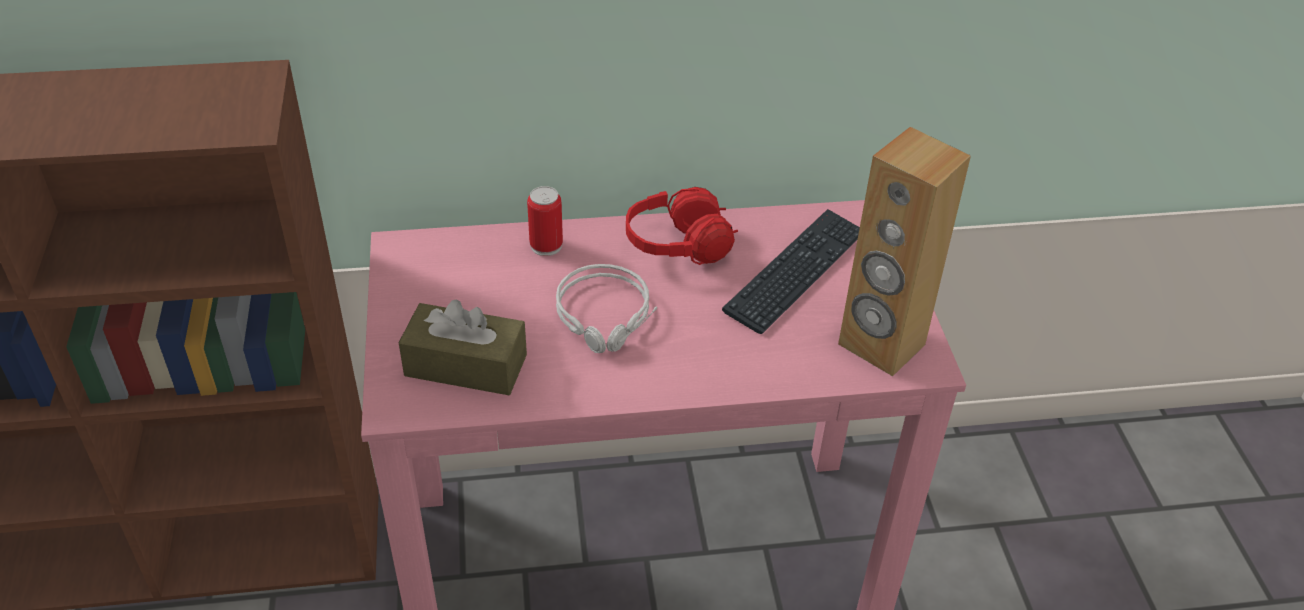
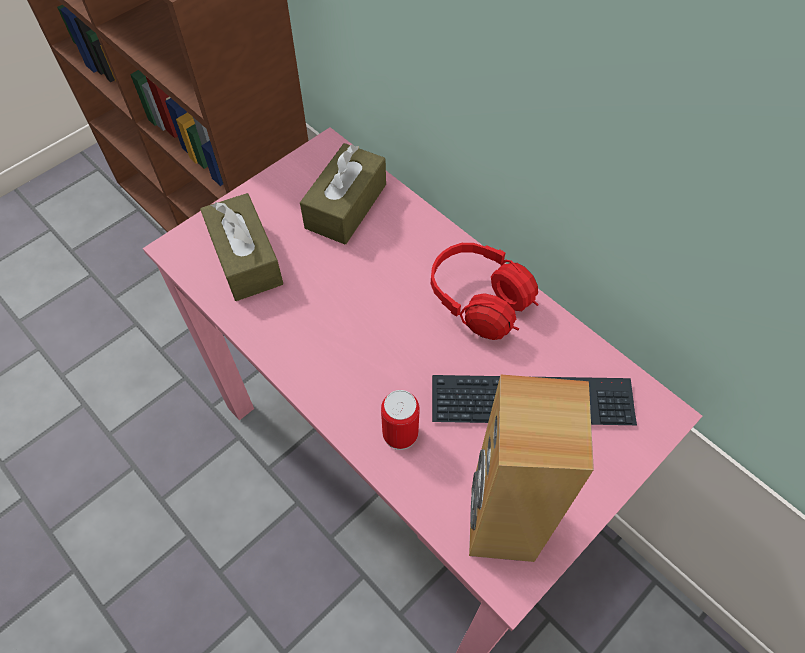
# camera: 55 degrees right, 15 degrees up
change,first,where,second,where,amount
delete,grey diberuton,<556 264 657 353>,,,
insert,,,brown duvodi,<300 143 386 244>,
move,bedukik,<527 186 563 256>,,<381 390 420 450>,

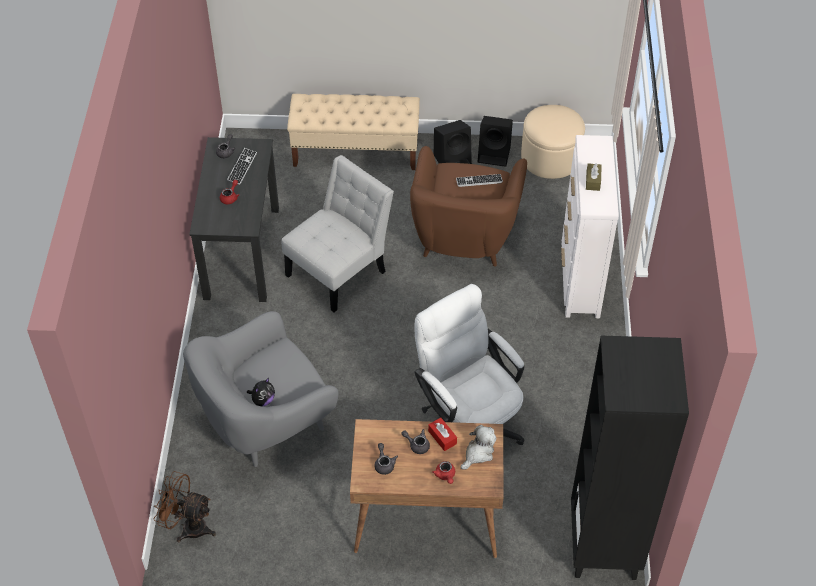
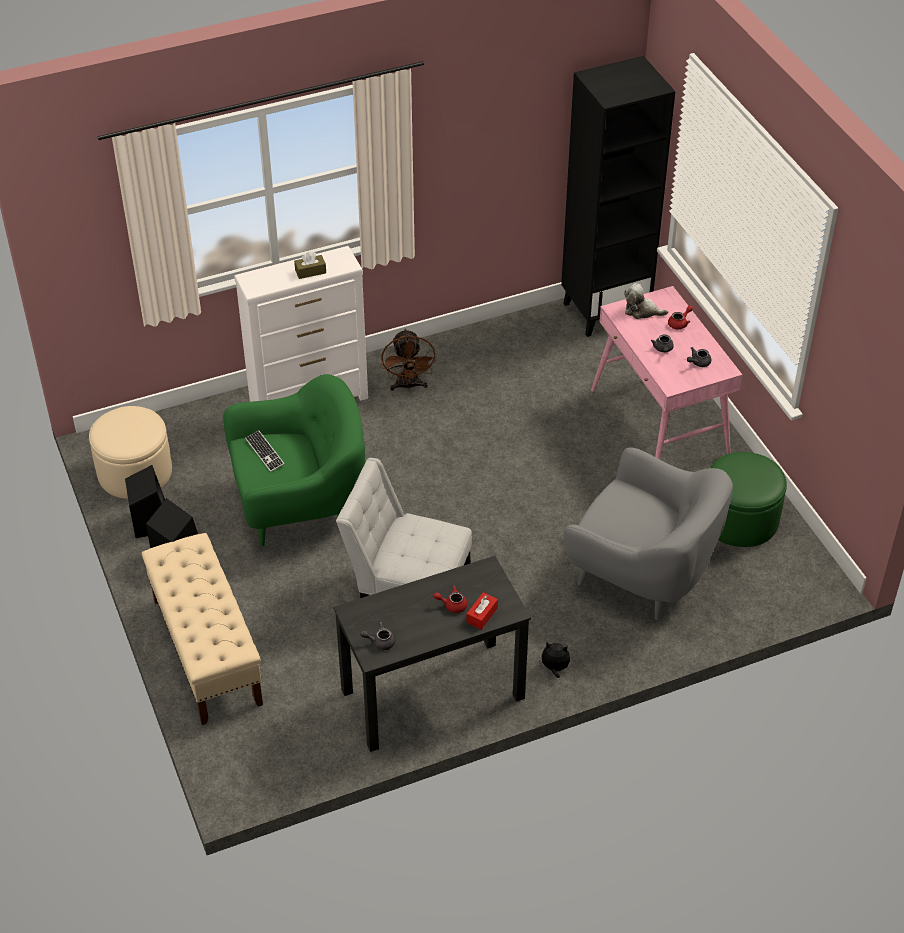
# camera: 115 degrees left, 5 degrees down
change,first,where,second,where,amount
delete,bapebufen,<227 148 257 185>,,,
delete,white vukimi,<414 284 524 445>,,,
insert,,,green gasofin,<710 452 787 547>,
move,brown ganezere,<154 471 216 543>,,<381 328 436 391>,
move,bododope,<247 377 275 406>,,<538 642 570 678>,
move,red duvodi,<428 418 457 451>,,<466 592 498 629>,
recolor,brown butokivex,<350 419 504 558>,pink butokivex,<591 286 742 459>,
recolor,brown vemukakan,<410 146 527 267>,green vemukakan,<223 374 365 546>,

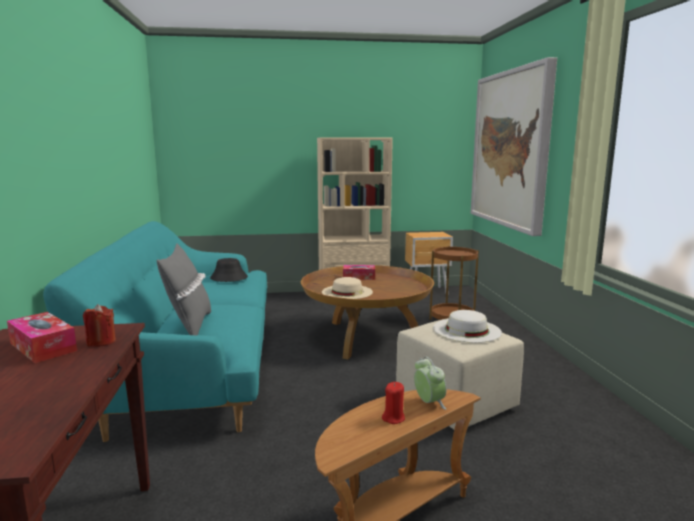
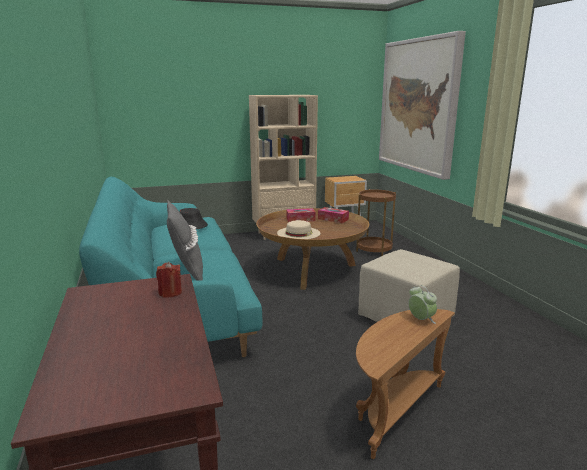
# camera: 10 degrees left, 5 degrees up
change,first,where,second,where,amount
delete,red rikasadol,<382 382 405 424>,,,
delete,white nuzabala,<433 310 502 343>,,,
move,duvodi,<7 312 77 363>,,<318 207 349 223>,

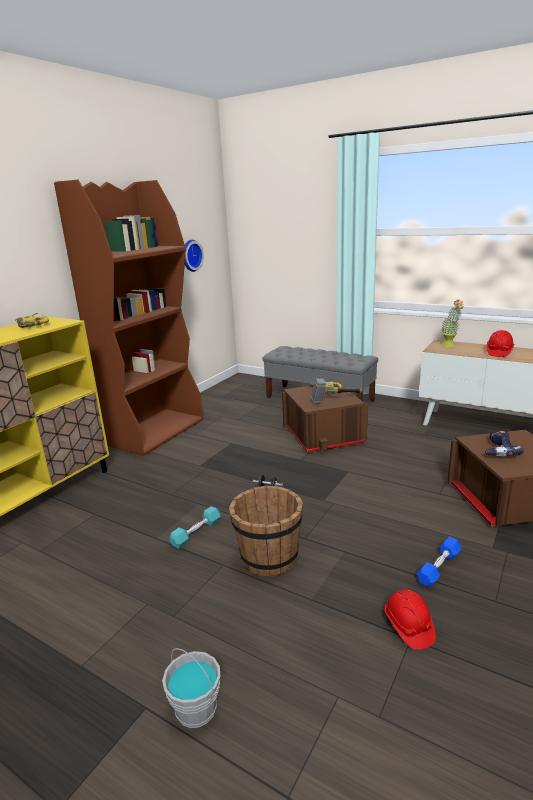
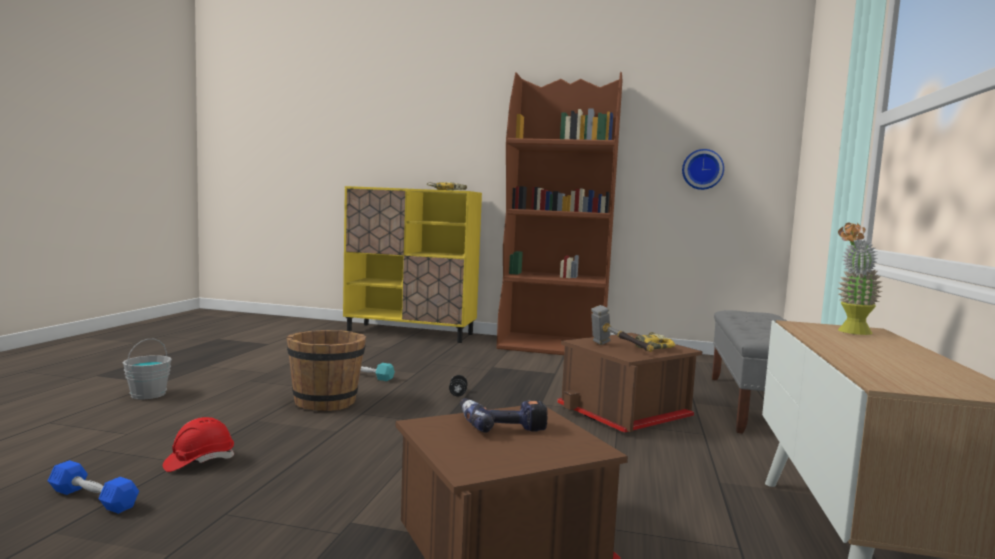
# camera: 70 degrees right, 15 degrees down
change,first,where,second,where,amount
delete,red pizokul,<487 330 514 357>,,,
move,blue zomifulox,<417 537 461 587>,,<48 460 139 514>,

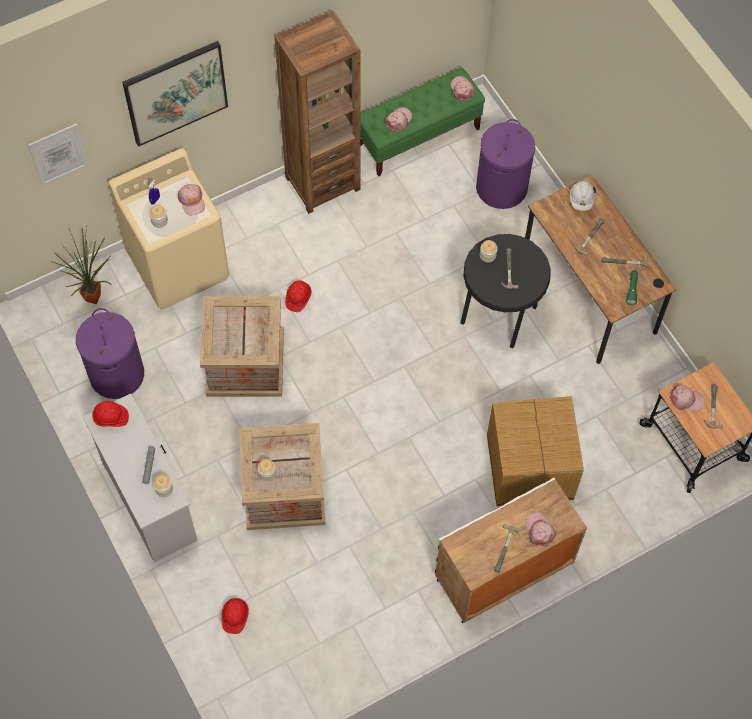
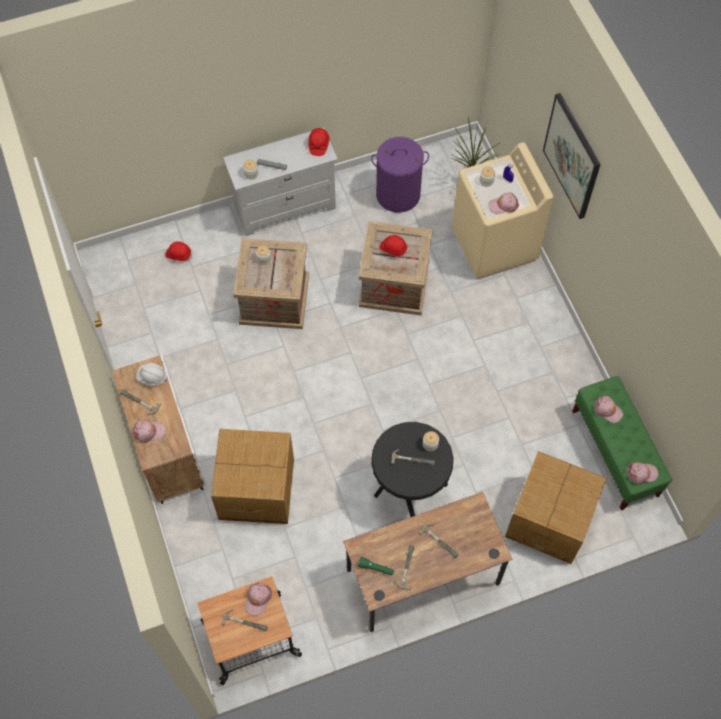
# camera: 100 degrees right, 0 degrees up
change,first,where,second,where,amount
delete,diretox,<28 123 89 186>,,,
delete,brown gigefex,<274 11 360 214>,,,
move,red pizokul,<285 281 312 312>,,<379 235 407 258>,
move,white pizokul,<570 181 595 211>,,<136 363 168 386>,
replace,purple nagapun,<476 119 535 209>,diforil,<505 451 607 564>,

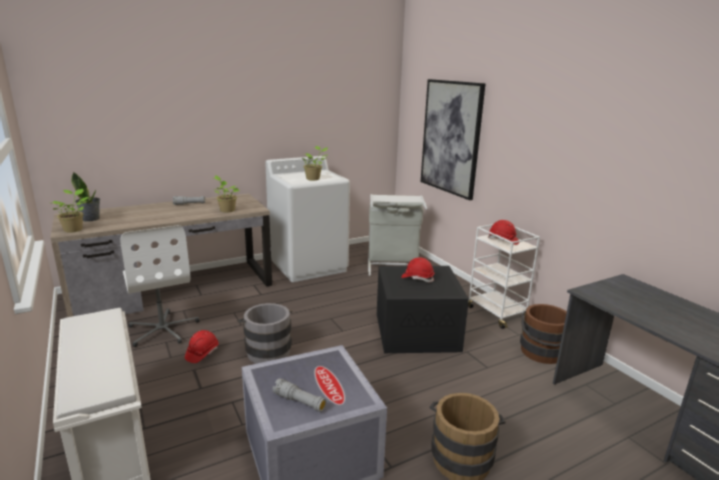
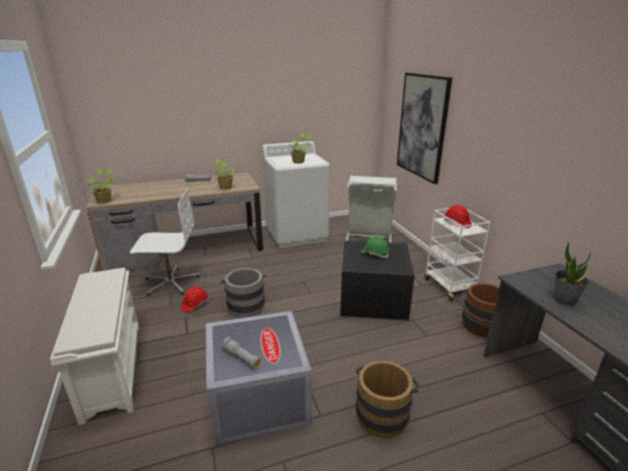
# camera: 10 degrees right, 5 degrees up
change,first,where,second,where,amount
move,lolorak,<71 172 100 222>,,<553 242 591 306>,
recolor,red pizokul,<401 257 434 282>,green pizokul,<361 236 389 258>,
rotate,white vukimi,<120 225 200 347>,,<130 188 200 296>,75 degrees counterclockwise

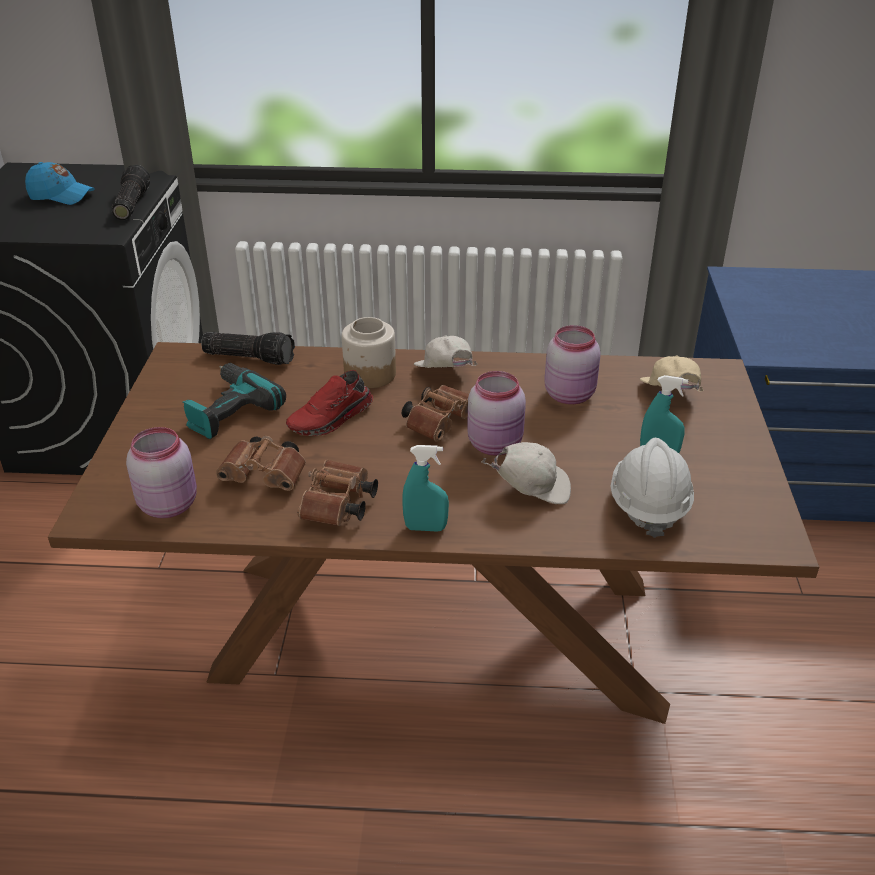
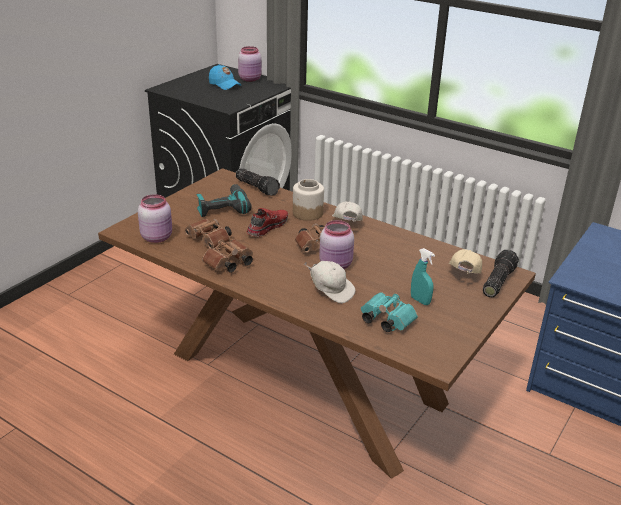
# camera: 30 degrees right, 5 degrees down
change,first,where,second,where,amount
delete,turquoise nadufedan,<402 445 449 532>,,,
move,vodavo,<112 165 150 220>,,<483 250 519 297>,
move,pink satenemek,<544 325 601 404>,,<238 46 262 82>,
replace,white pizokul,<610 438 694 538>,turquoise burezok,<361 292 418 332>,
rotate,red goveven,<286 370 373 436>,,<247 208 288 237>,135 degrees clockwise

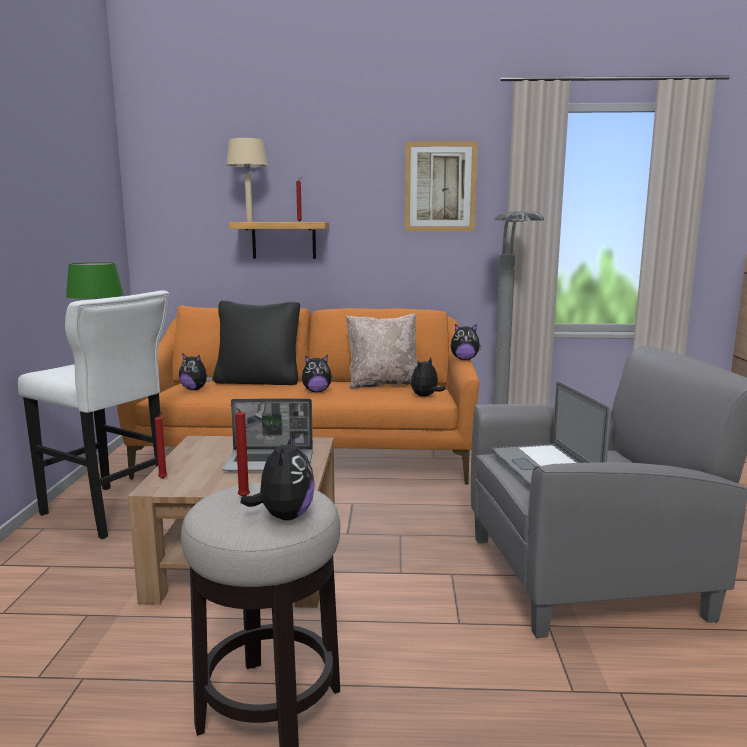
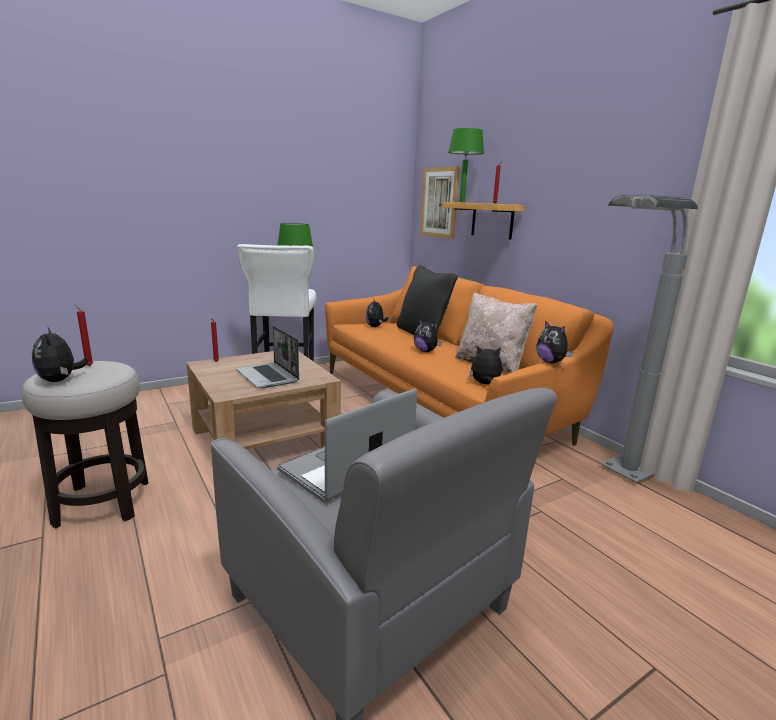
# camera: 55 degrees right, 5 degrees up
change,first,where,second,where,amount
move,diretox,<405 141 478 231>,,<420 166 460 239>,
recolor,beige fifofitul,<226 138 268 222>,green fifofitul,<448 128 484 202>,
rotate,bododope,<241 433 315 520>,,<32 326 88 382>,90 degrees clockwise

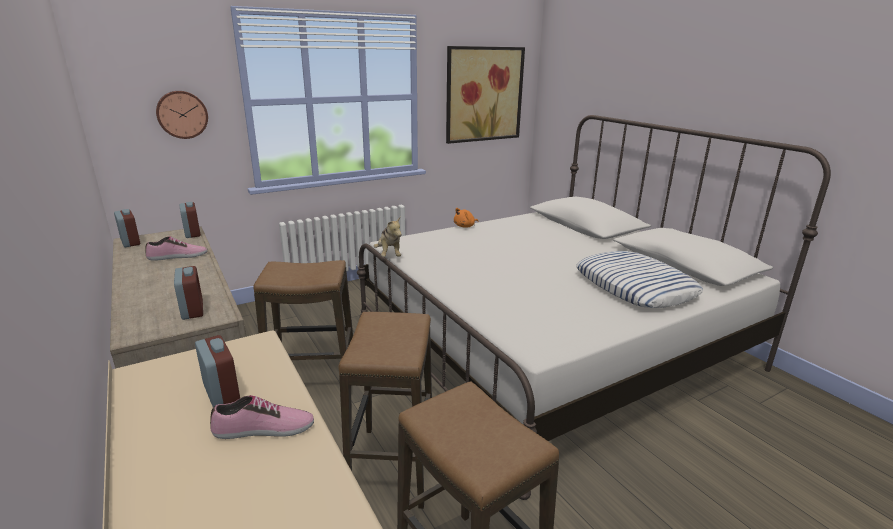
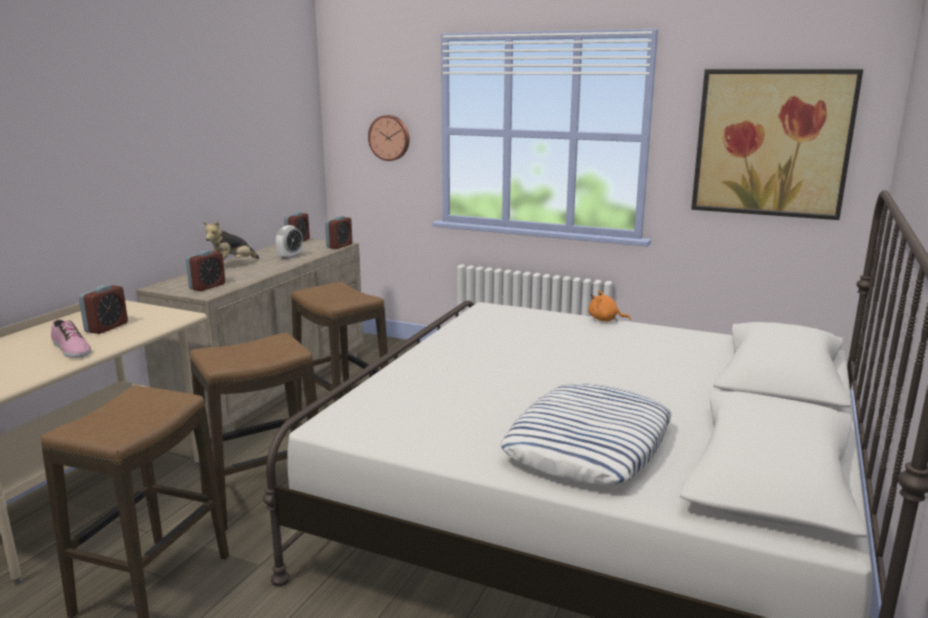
# camera: 55 degrees right, 5 degrees down
change,first,where,second,where,amount
move,bododope,<374 217 402 257>,,<203 221 259 260>,
replace,goveven,<145 236 207 261>,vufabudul,<276 225 303 259>,

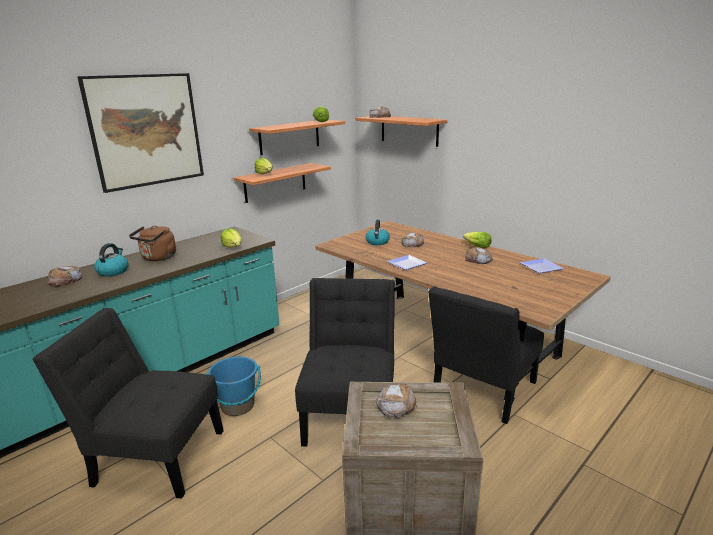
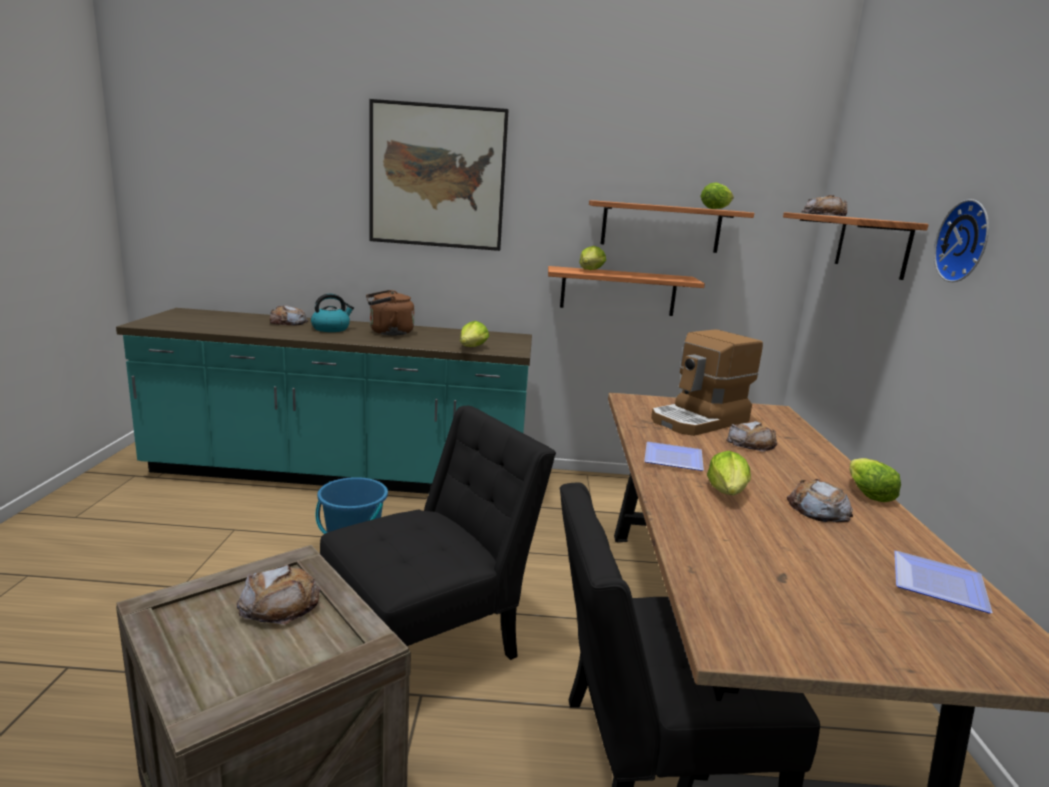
# camera: 45 degrees right, 5 degrees down
change,first,where,second,where,amount
delete,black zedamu,<32 308 224 499>,,,
insert,,,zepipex,<707 451 751 495>,
insert,,,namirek,<934 199 989 282>,
replace,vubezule,<366 220 390 245>,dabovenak,<651 330 763 436>,

